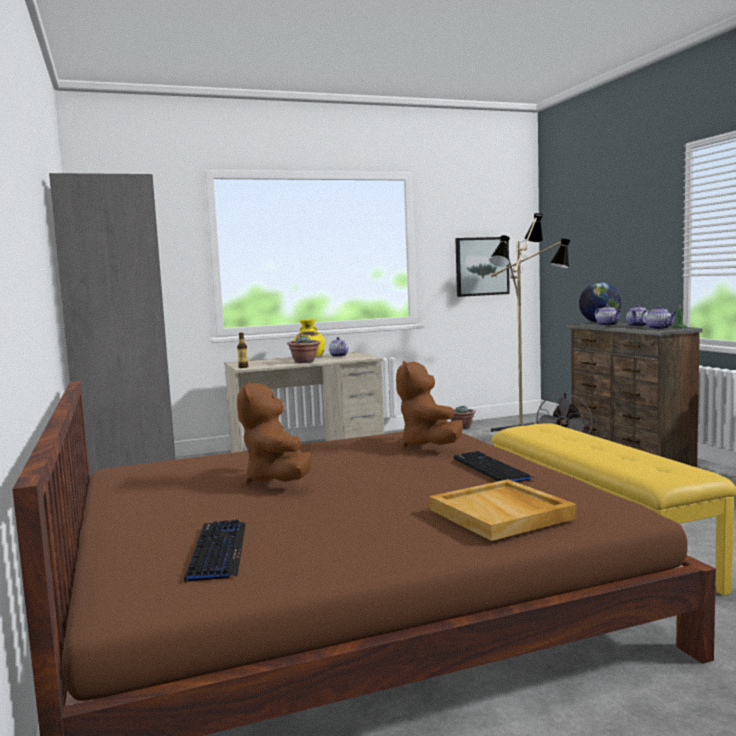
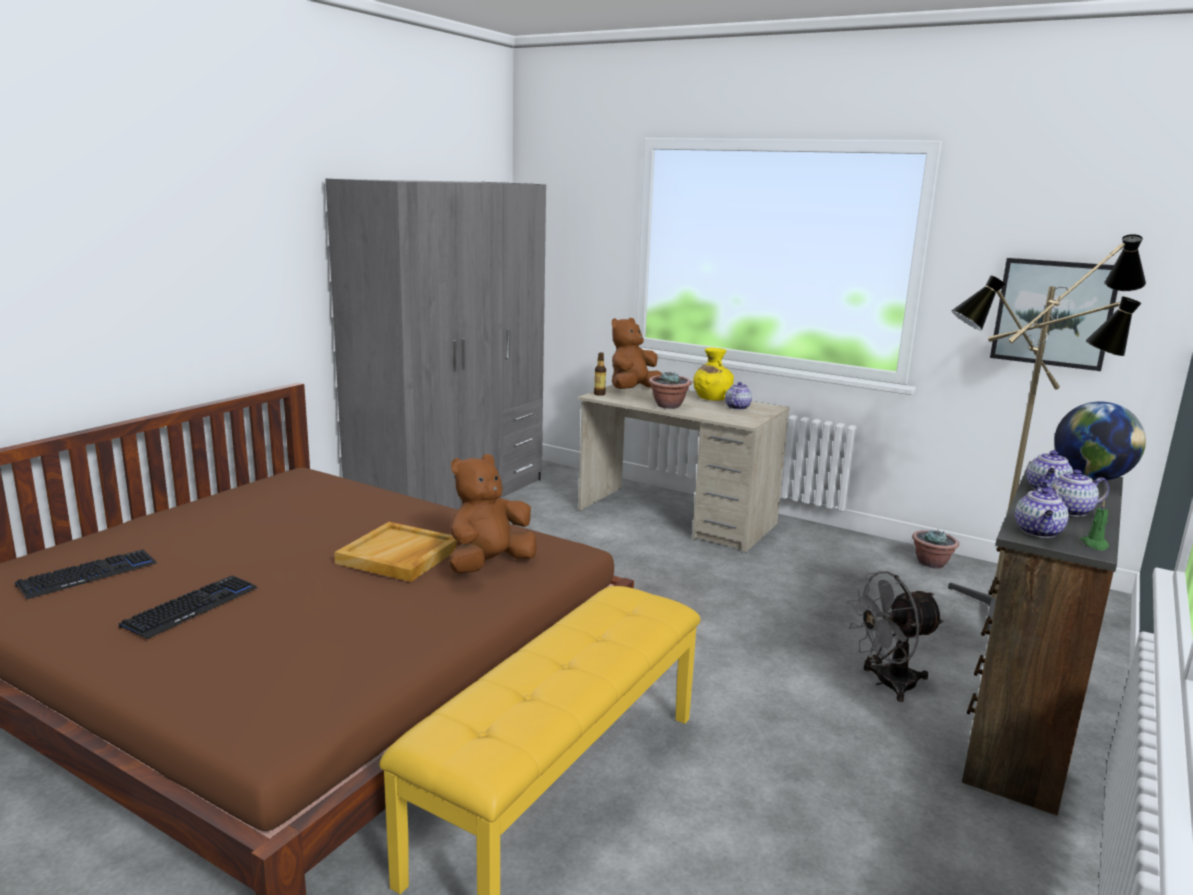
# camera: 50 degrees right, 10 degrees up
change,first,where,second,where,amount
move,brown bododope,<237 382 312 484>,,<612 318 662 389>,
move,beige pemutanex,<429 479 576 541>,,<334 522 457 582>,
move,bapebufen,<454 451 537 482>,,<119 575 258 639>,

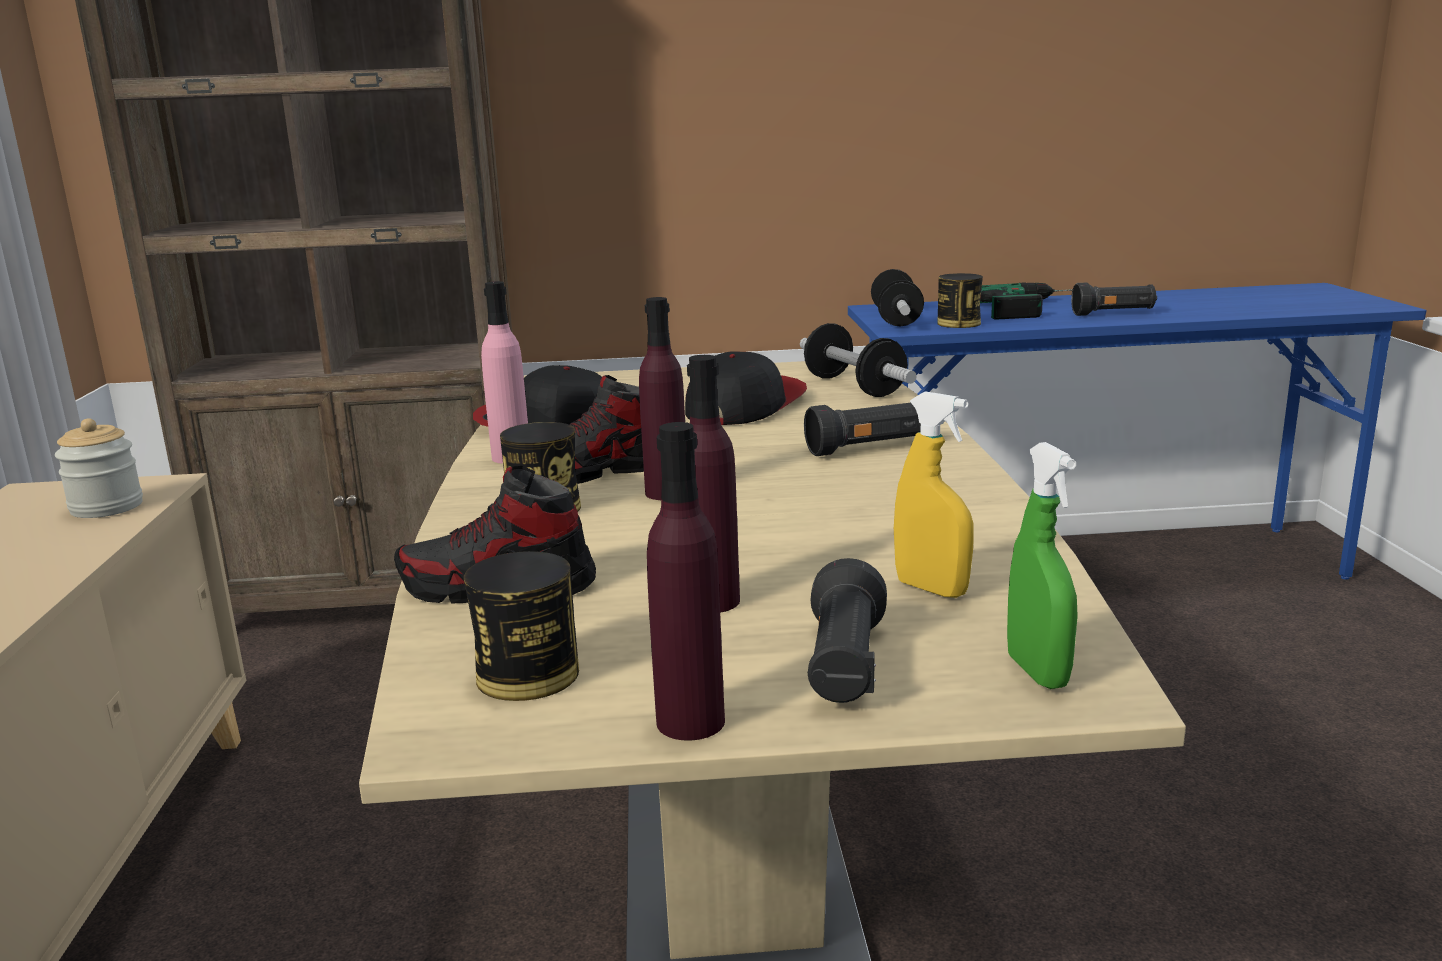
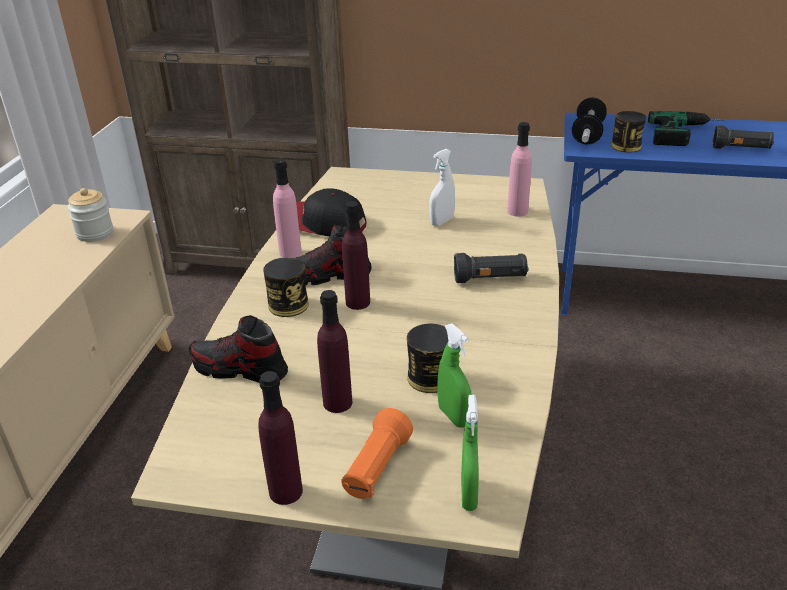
# camera: 15 degrees right, 15 degrees up
change,first,where,second,where,amount
move,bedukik,<464 551 579 701>,,<407 324 448 393>,
replace,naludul,<685 351 807 425>,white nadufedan,<429 149 455 226>,
replace,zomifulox,<800 323 917 397>,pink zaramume,<507 122 532 217>,
recolor,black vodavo,<808 558 887 703>,orange vodavo,<341 408 413 499>,
recolor,yellow nadufedan,<894 391 973 598>,green nadufedan,<438 323 472 428>,

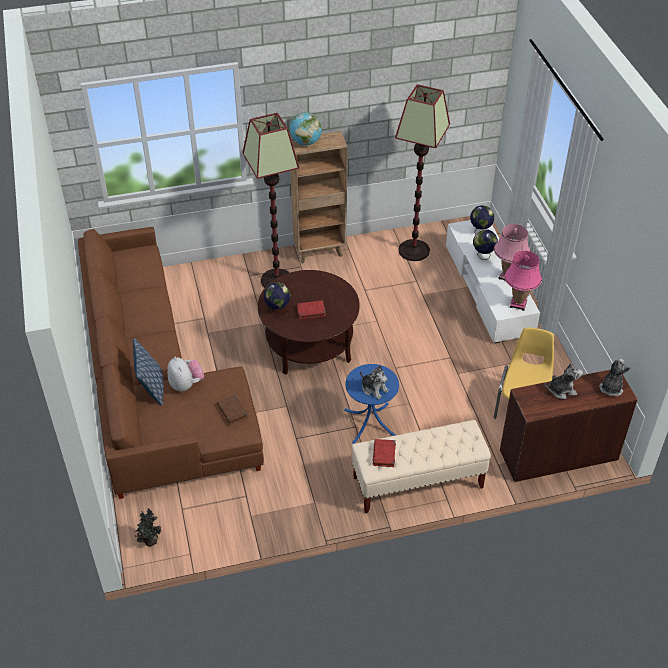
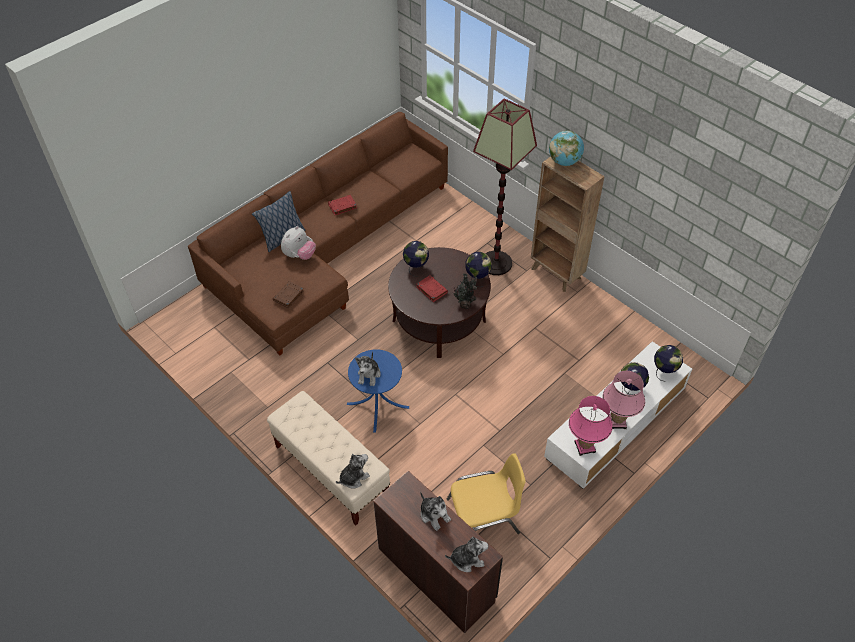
# camera: 60 degrees right, 5 degrees up
change,first,where,second,where,amount
delete,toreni,<395 84 450 261>,,,
insert,,,bododope,<336 454 370 489>,
insert,,,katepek,<465 252 492 287>,
move,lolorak,<135 508 161 547>,,<453 273 477 309>,
move,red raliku,<373 439 396 467>,,<328 195 357 215>,

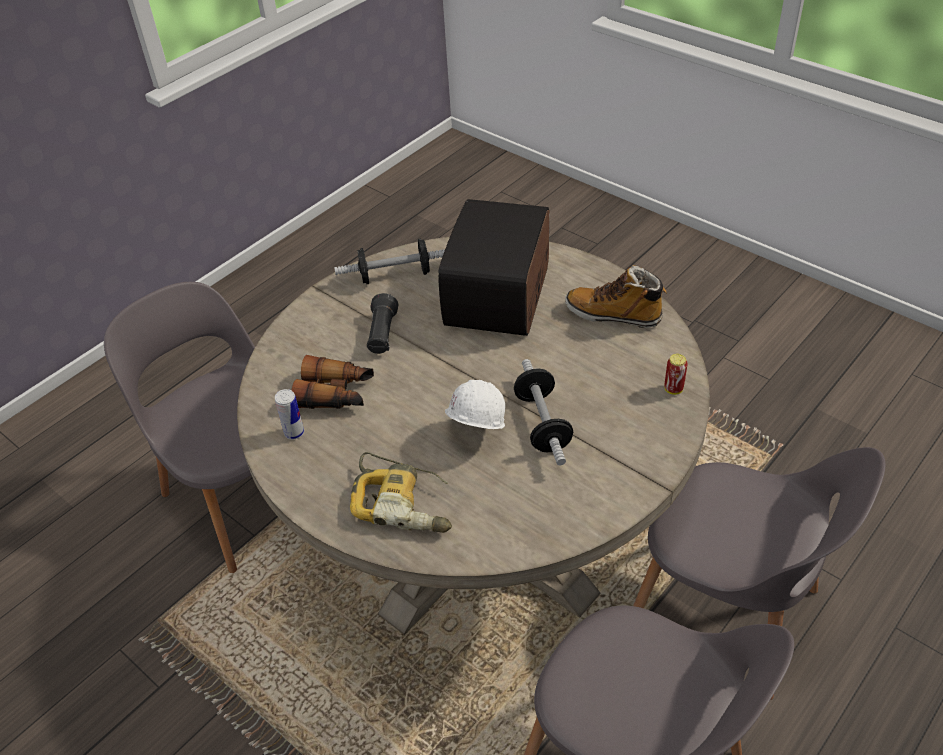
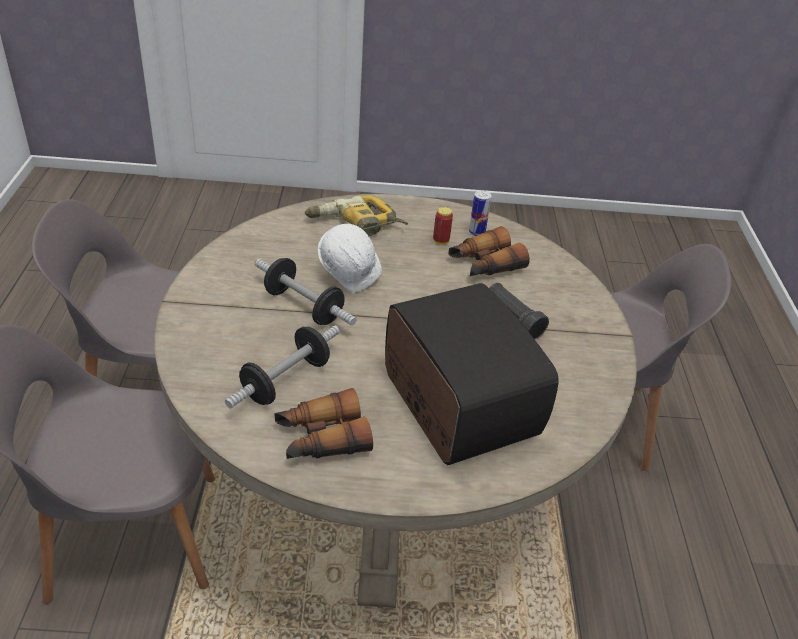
# camera: 135 degrees right, 5 degrees down
change,first,where,second,where,amount
move,zomifulox,<334 239 445 284>,,<225 326 340 409>,
move,bedukik,<664 354 687 395>,,<433 207 453 245>,
replace,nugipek,<565 265 667 328>,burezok,<274 388 373 459>,

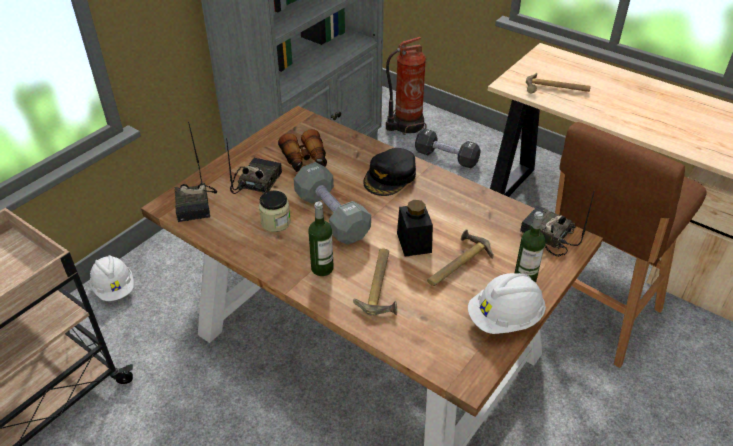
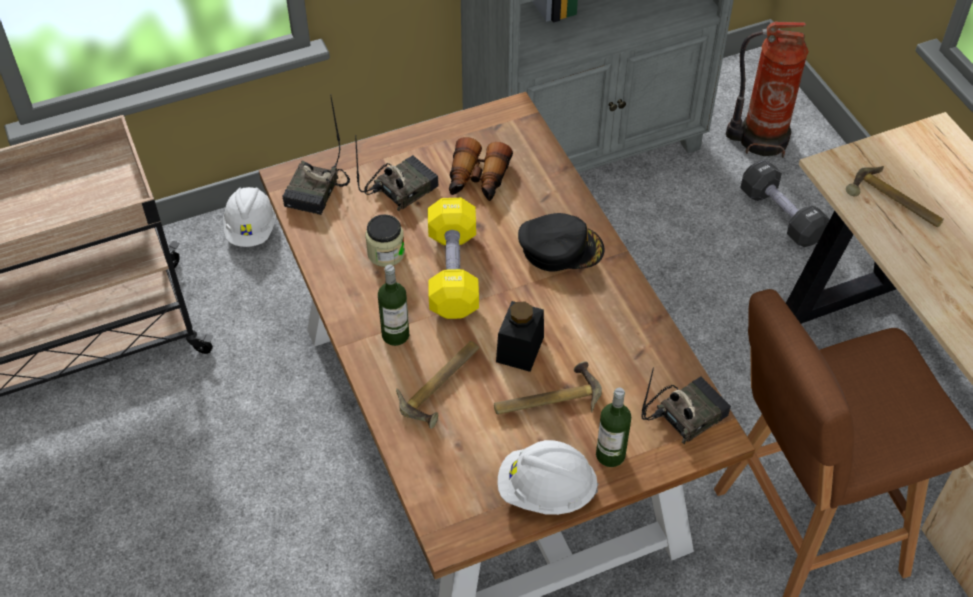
# camera: 30 degrees right, 10 degrees up
change,first,where,second,where,amount
recolor,grey zomifulox,<294 162 371 245>,yellow zomifulox,<428 198 479 319>,
rotate,black naludul,<363 148 416 196>,,<518 213 605 272>,150 degrees counterclockwise
rotate,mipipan,<520 192 594 256>,,<641 367 731 444>,75 degrees clockwise

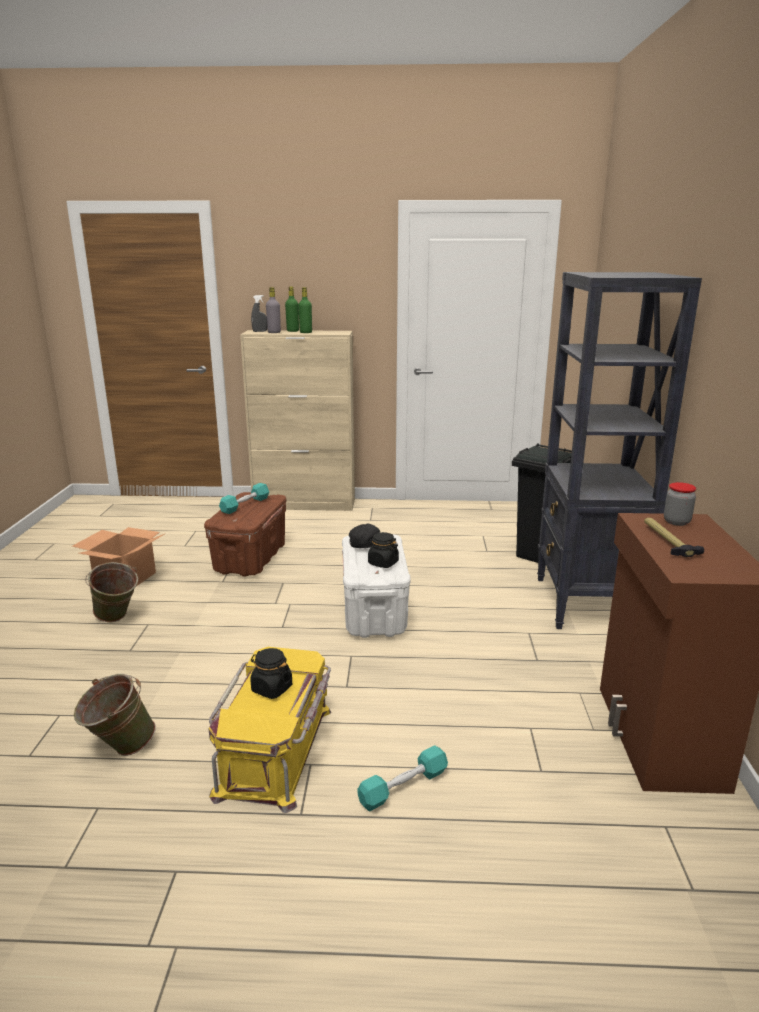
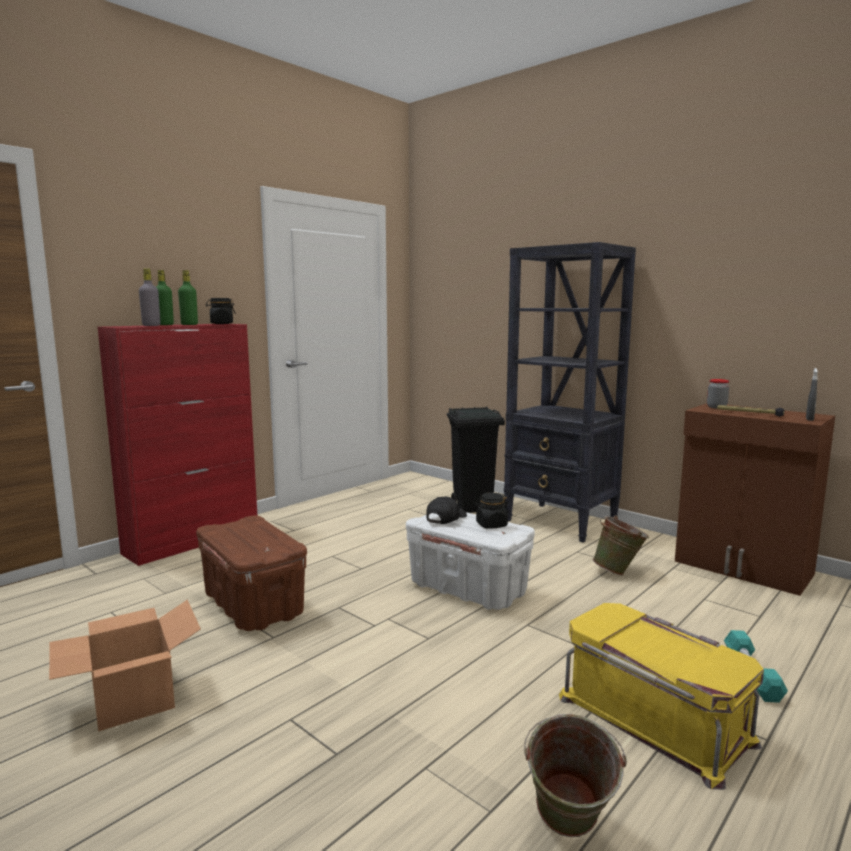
# camera: 50 degrees left, 10 degrees down
change,first,where,second,where,amount
delete,turquoise zomifulox,<219 483 269 514>,,,
move,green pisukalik,<85 562 138 622>,,<593 516 649 576>,
move,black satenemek,<250 648 292 699>,,<205 298 236 324>,
move,grey nadufedan,<251 295 267 332>,,<806 368 818 421>,
recolor,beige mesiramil,<240 330 355 511>,red mesiramil,<98 324 257 566>,

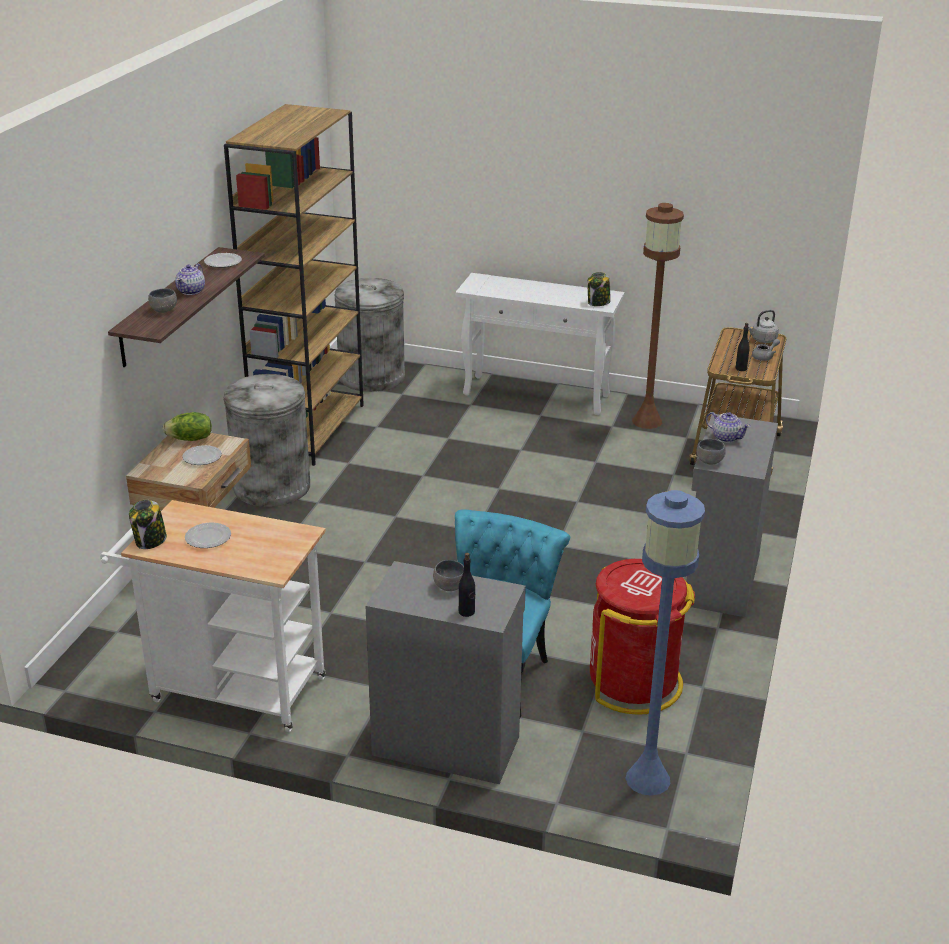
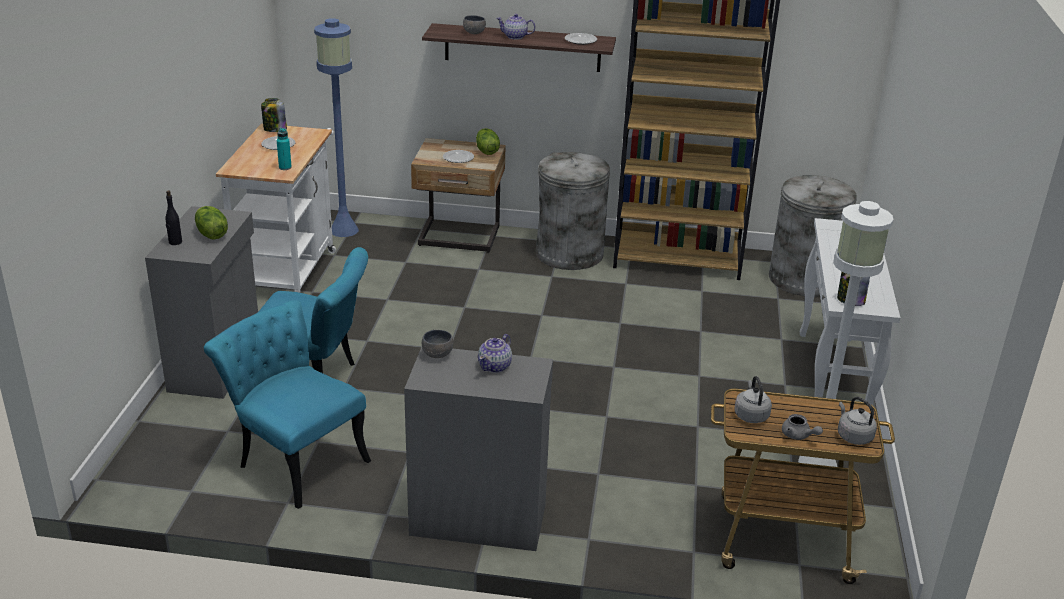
# camera: 80 degrees right, 0 degrees up
change,first,where,second,where,amount
insert,,,turquoise zaramume,<277 128 292 170>,
move,blue toreni,<625 490 705 796>,,<314 18 359 237>,
replace,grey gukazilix,<433 560 464 591>,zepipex,<195 206 228 240>,
replace,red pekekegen,<590 559 695 715>,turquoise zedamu,<204 300 371 509>,
replace,black zaramume,<736 323 750 371>,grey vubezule,<734 376 772 423>,
recolor,brown toreni,<632 203 684 429>,white toreni,<798 201 894 467>,

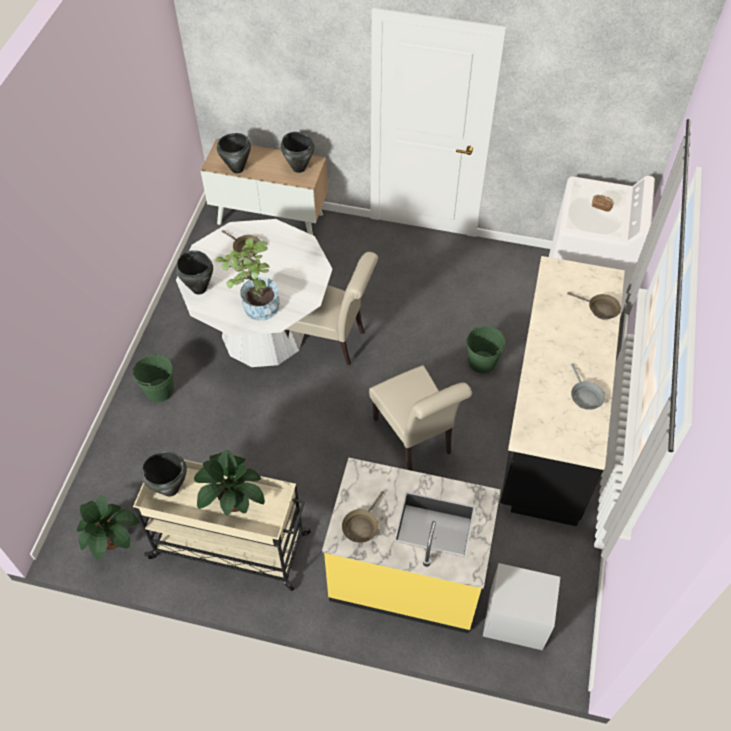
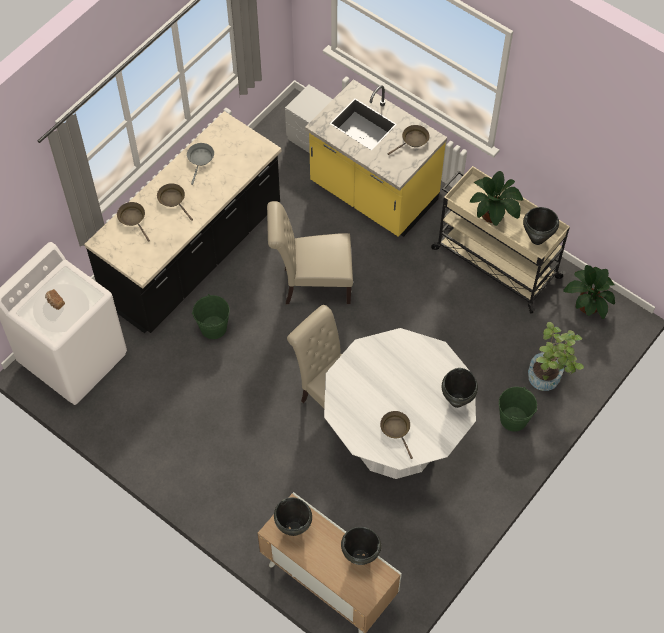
# camera: 155 degrees left, 5 degrees up
change,first,where,second,where,amount
insert,,,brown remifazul,<157 183 193 221>,
move,lolorak,<215 238 280 321>,,<528 322 584 391>,
rotate,beige zedamu,<369 365 472 471>,,<267 201 353 304>,90 degrees counterclockwise

